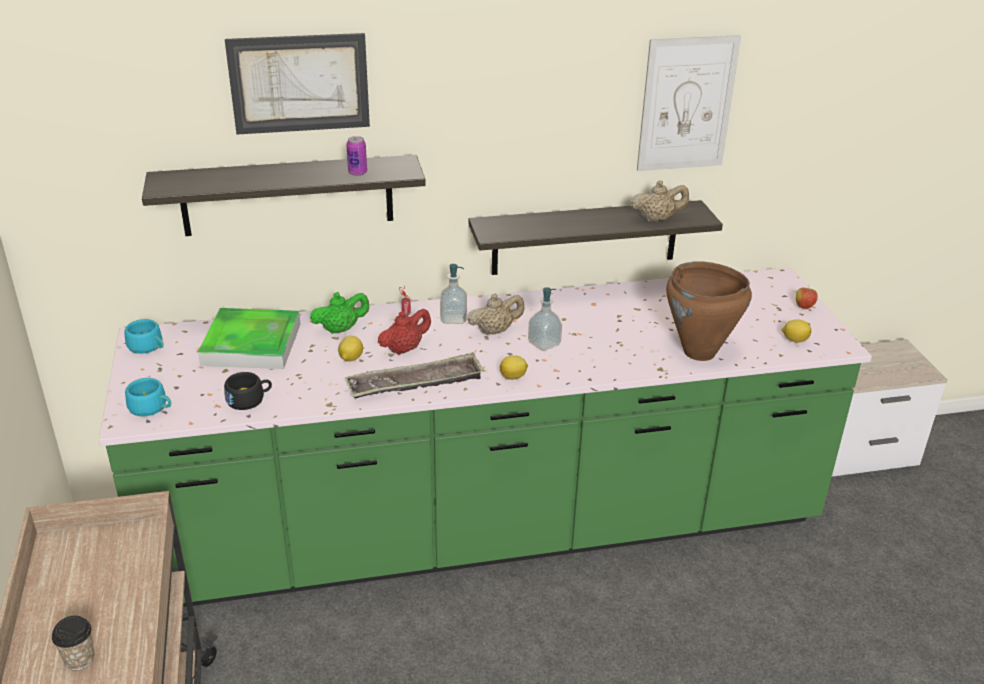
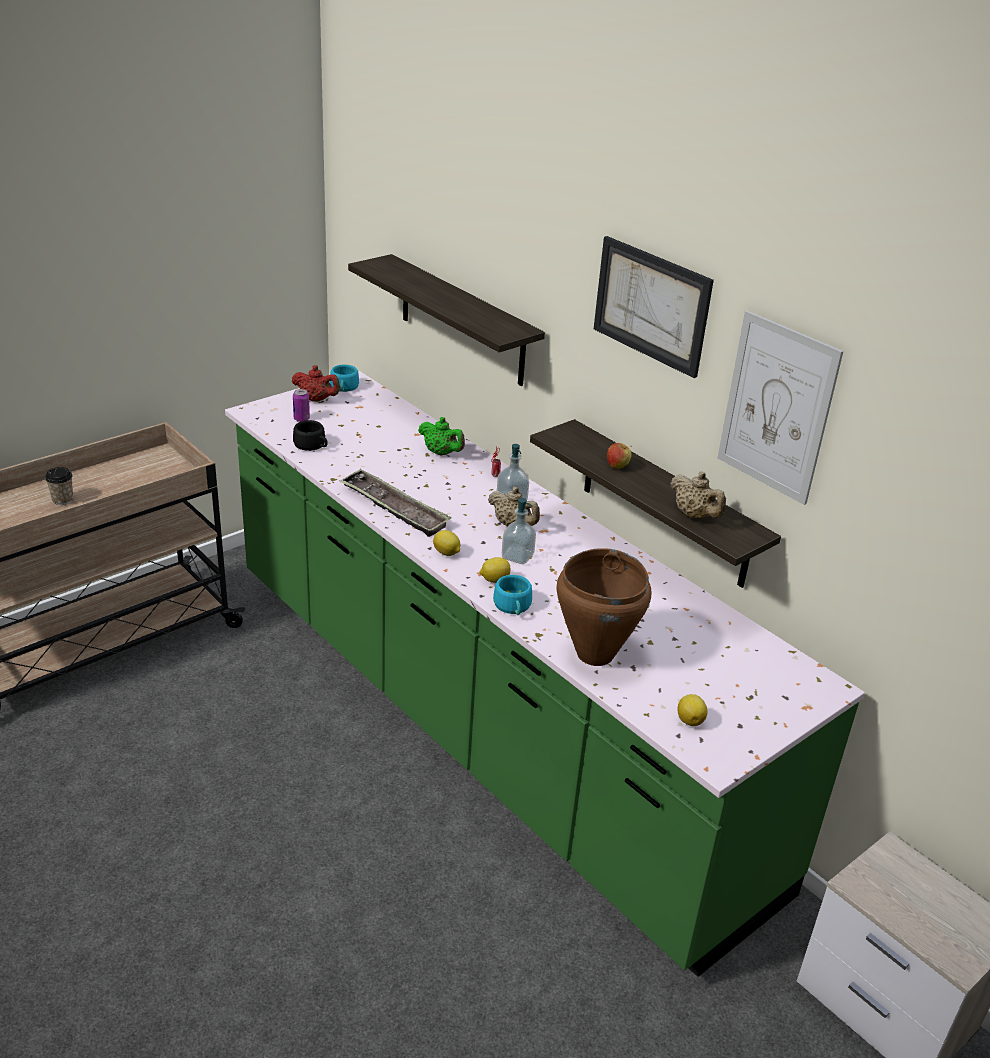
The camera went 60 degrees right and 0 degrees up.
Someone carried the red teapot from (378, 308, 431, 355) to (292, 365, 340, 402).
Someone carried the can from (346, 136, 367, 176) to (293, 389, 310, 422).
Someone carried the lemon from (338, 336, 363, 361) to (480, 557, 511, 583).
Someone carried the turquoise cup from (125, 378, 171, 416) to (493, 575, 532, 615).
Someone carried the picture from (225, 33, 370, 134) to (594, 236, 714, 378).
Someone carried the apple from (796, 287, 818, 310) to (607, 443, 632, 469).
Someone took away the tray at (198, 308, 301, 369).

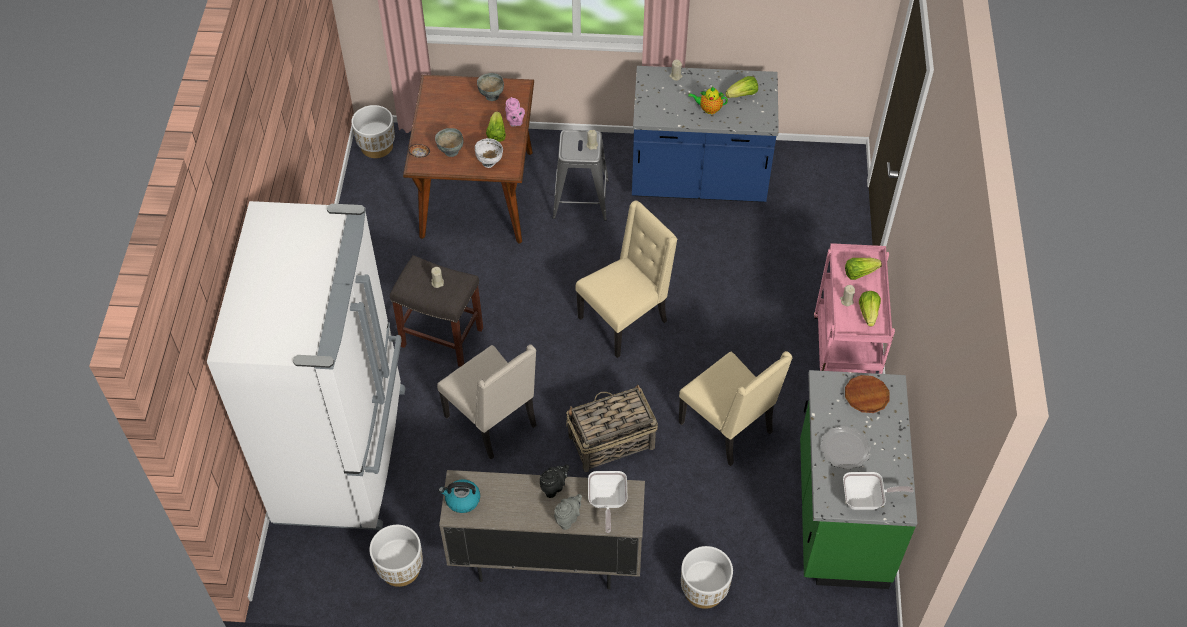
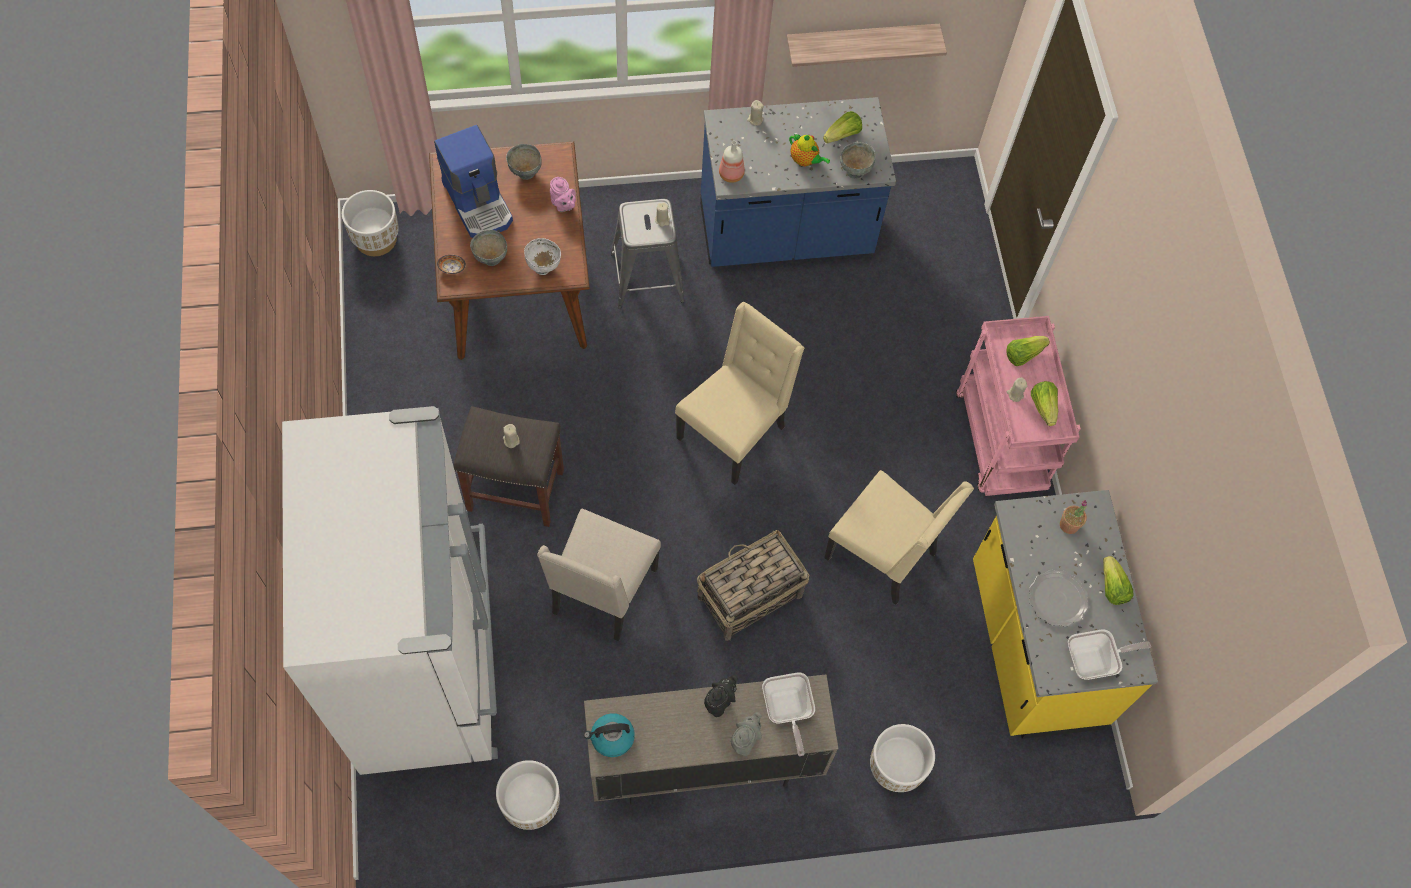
The camera went 15 degrees left and 10 degrees up.
Someone put down the coffee machine at (434, 125, 513, 238).
Someone rotated the beige chair at (437, 344, 537, 459) by 75 degrees clockwise.
Someone put down the bottle at (719, 141, 745, 183).
Someone put up the shelf at (787, 24, 947, 67).
Someone rotated the teapot at (688, 87, 728, 114) by 135 degrees counterclockwise.
Someone put down the grey bowl at (840, 142, 876, 179).
Someone repainted the green counter at (800, 370, 917, 589), which became the yellow counter at (973, 490, 1158, 739).
Someone swapped the brown plate at (845, 375, 890, 413) for the potted plant at (1060, 500, 1087, 534).
Someone carried the lettuce from (486, 112, 506, 142) to (1103, 556, 1134, 605).

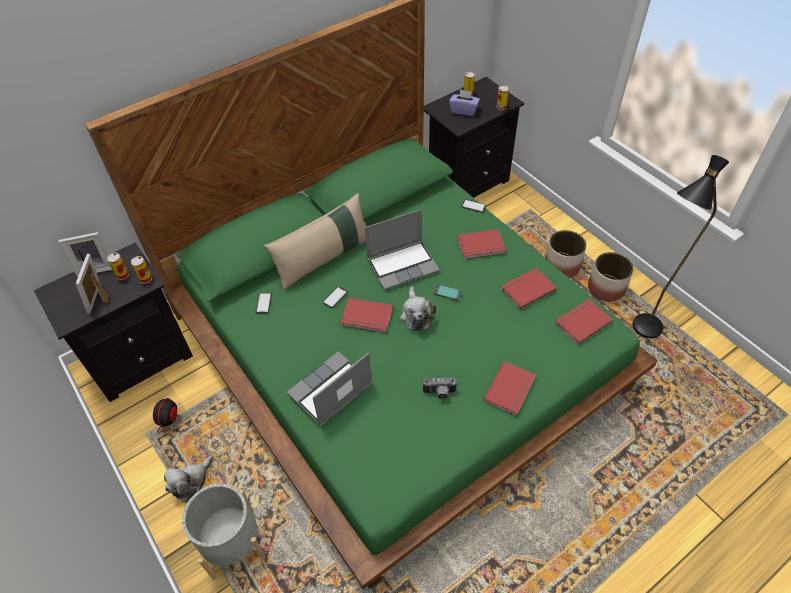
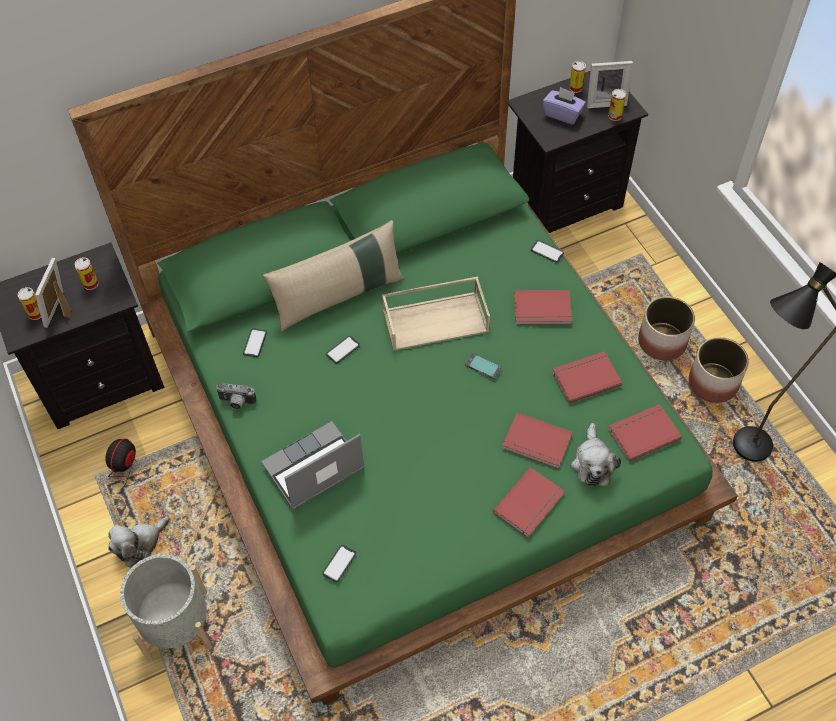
The camera went 10 degrees right and 5 degrees up.
Someone carried the can from (131, 256, 152, 284) to (17, 287, 41, 320).
Someone carried the photo camera from (423, 377, 457, 399) to (216, 382, 257, 410).
Someone put down the phone at (322, 545, 356, 582).
Someone swapped the laptop at (365, 209, 439, 291) for the beige tray at (382, 277, 490, 351).
Someone carried the red book from (340, 298, 393, 333) to (502, 412, 573, 469).
Someone carried the plush toy from (400, 286, 436, 331) to (571, 423, 621, 486).
Someone carried the picture frame from (59, 232, 112, 277) to (587, 61, 633, 108).

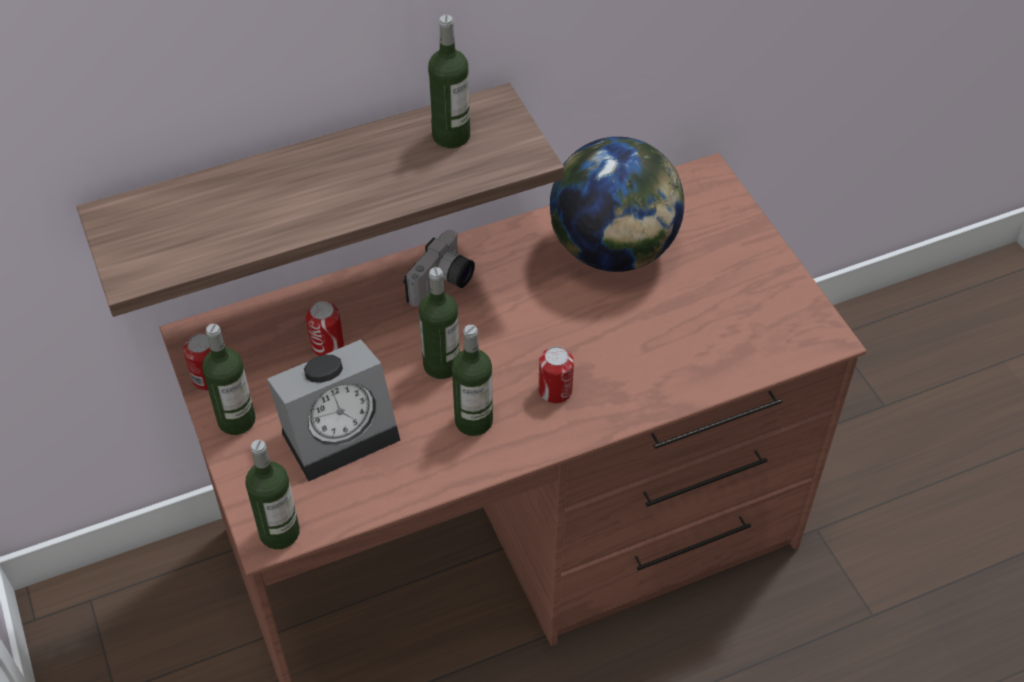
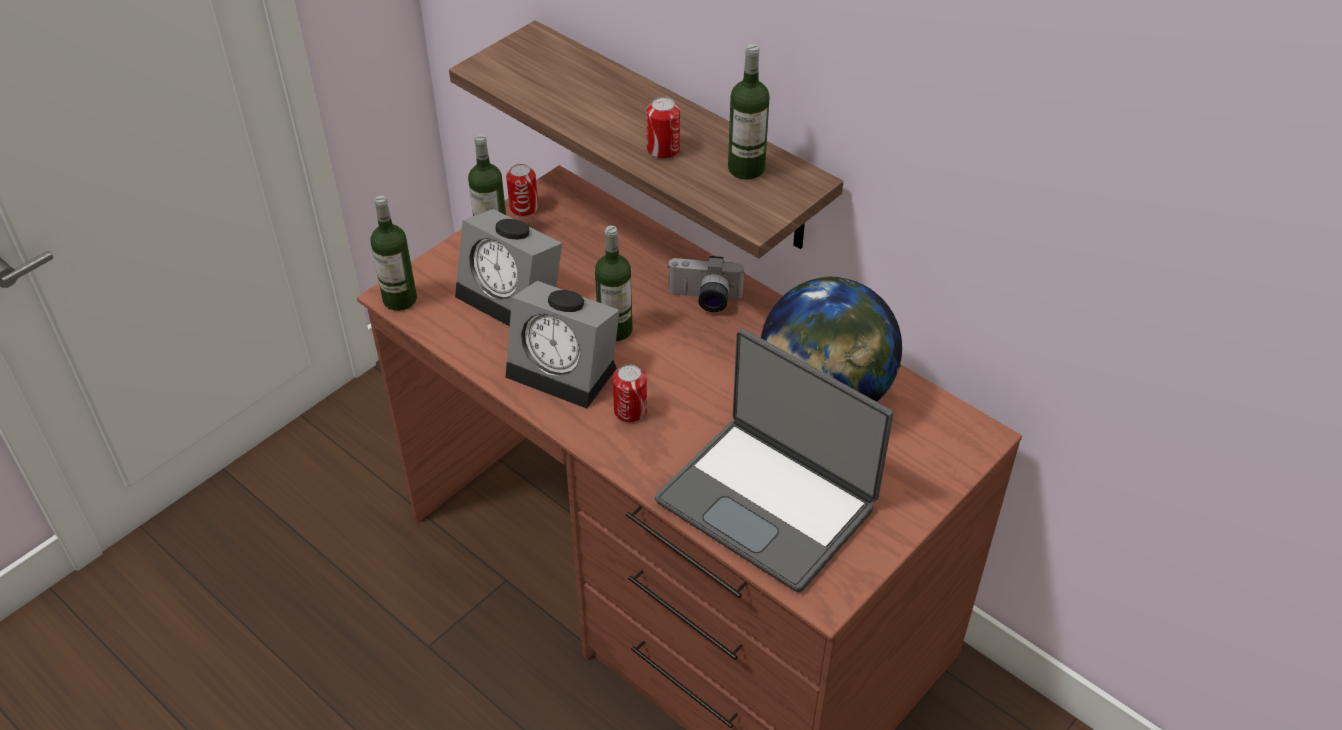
The camera went 65 degrees right and 5 degrees down.
Someone swapped the bottle at (452, 325, 493, 436) for the alarm clock at (506, 281, 620, 409).
Someone carried the can from (306, 301, 344, 356) to (646, 97, 680, 159).
Someone put down the laptop at (655, 329, 893, 592).

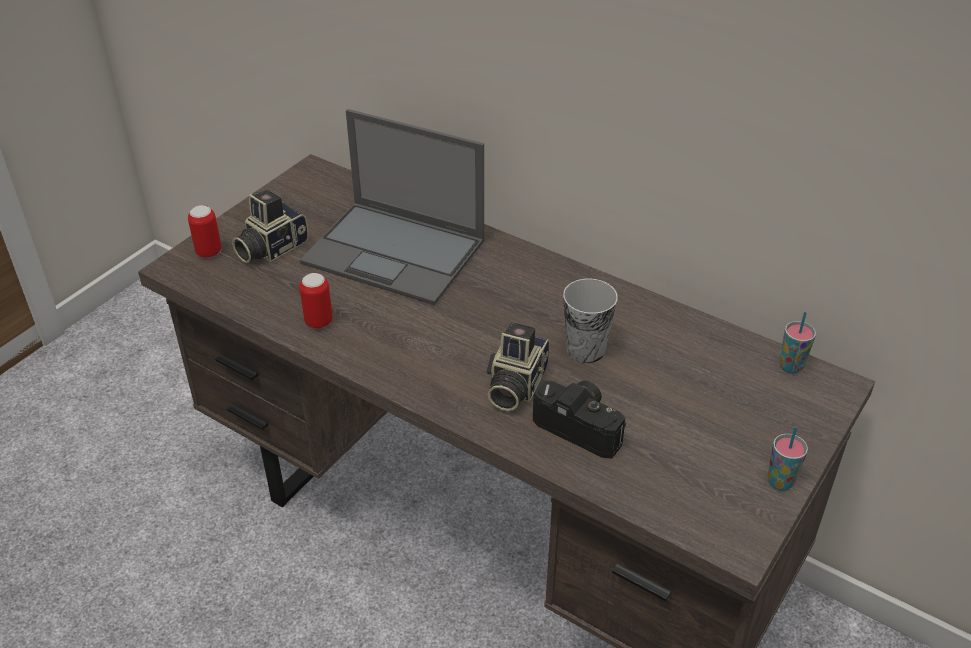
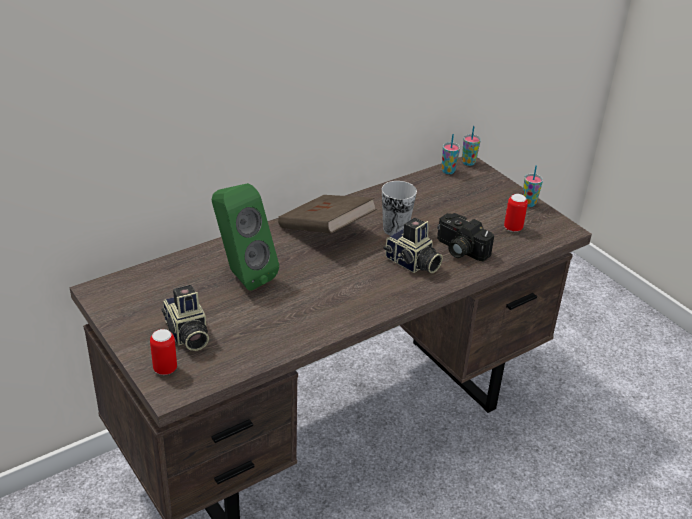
The camera went 70 degrees left and 5 degrees down.
Someone swapped the laptop at (300, 109, 484, 305) for the green speaker at (212, 183, 279, 291).
Someone put down the brown book at (278, 195, 377, 233).
Someone rotated the photo camera at (532, 380, 626, 459) by 105 degrees counterclockwise.
Someone put down the cup at (462, 126, 481, 166).
Someone carried the can from (299, 273, 333, 329) to (504, 194, 528, 232).

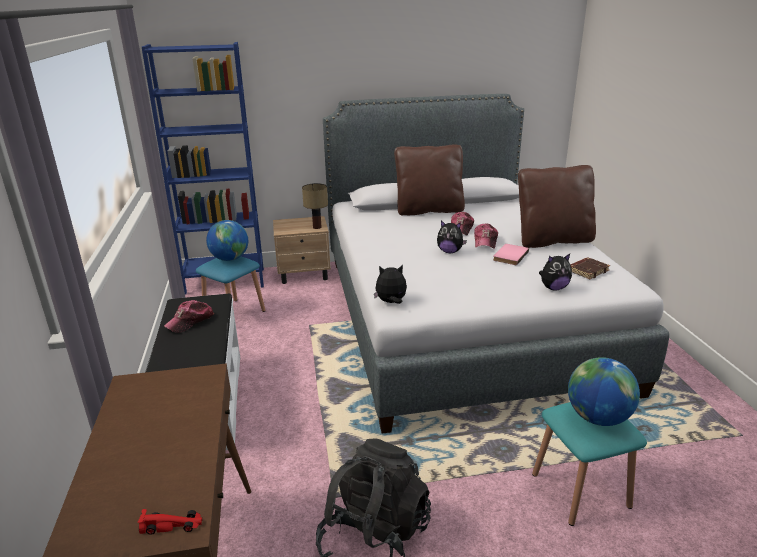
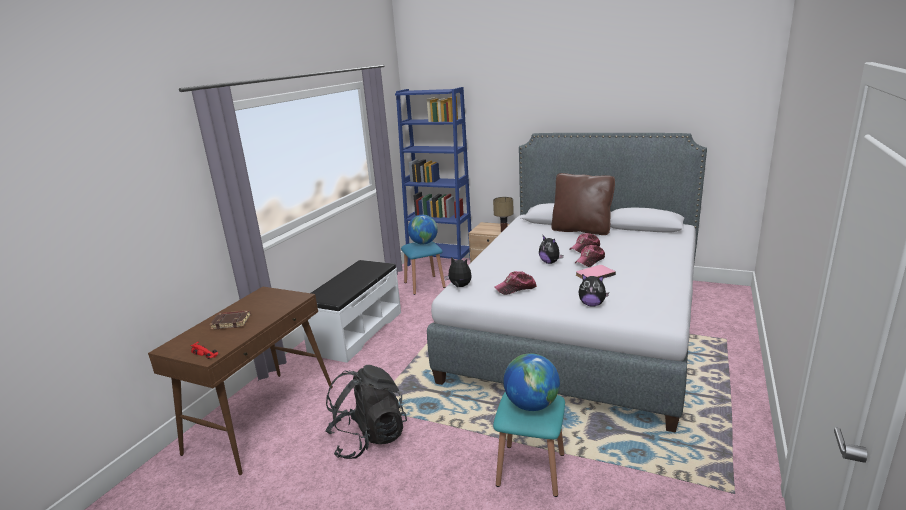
The camera went 35 degrees right and 5 degrees down.
Someone carried the brown book from (570, 257, 610, 279) to (210, 310, 251, 330).
Someone carried the cap from (164, 300, 214, 333) to (494, 271, 537, 295).
Someone took away the brown pillow at (518, 165, 596, 248).

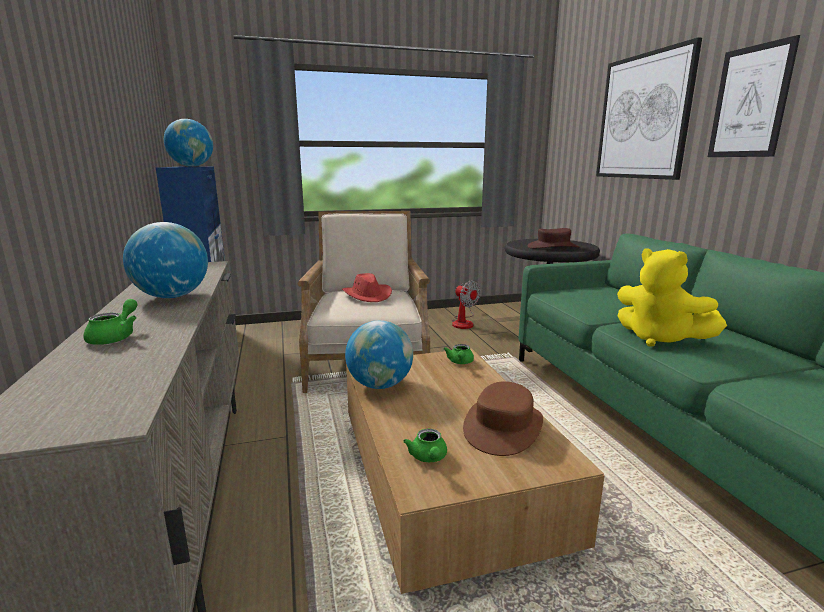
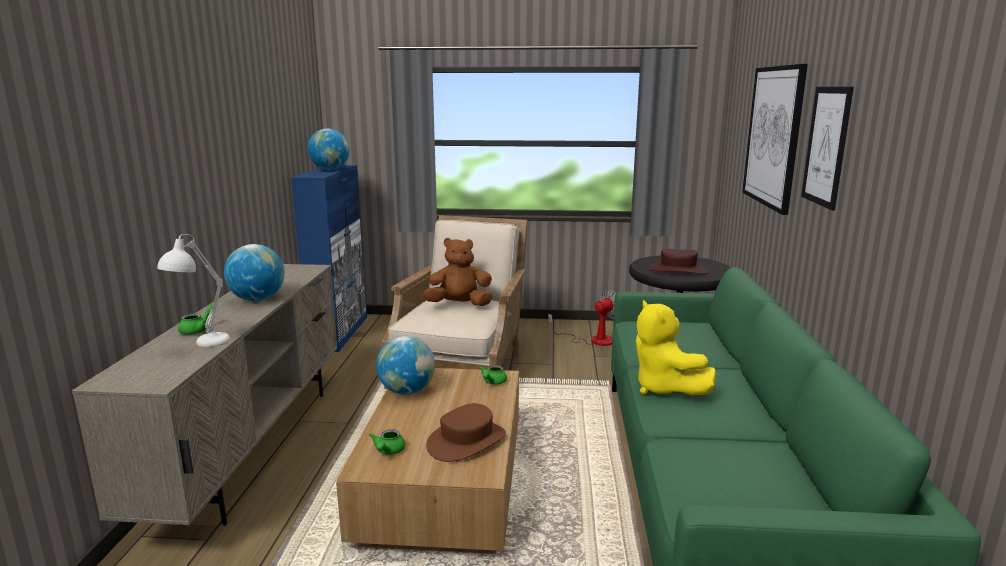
The camera went 20 degrees right and 0 degrees up.
Someone put down the white table lamp at (157, 234, 230, 347).
Someone swapped the red hat at (342, 273, 392, 302) for the brown plush toy at (423, 238, 493, 306).
Someone rotated the fan at (452, 280, 481, 329) by 105 degrees counterclockwise.

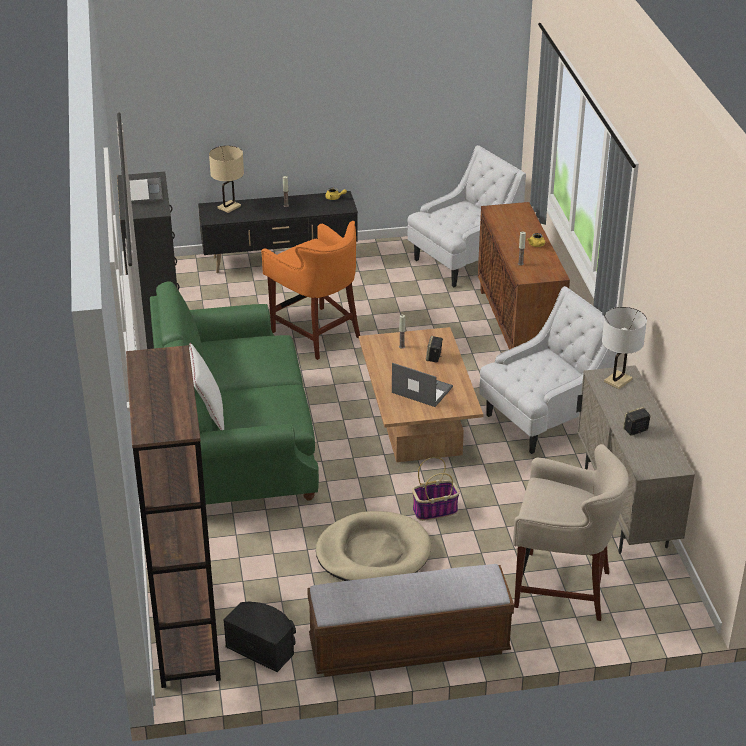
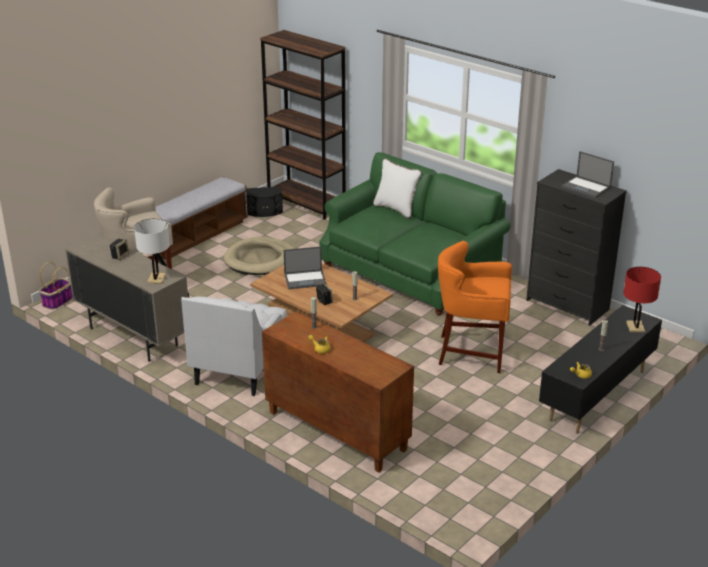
The camera went 140 degrees right and 5 degrees down.
Someone carried the basket from (412, 457, 460, 521) to (39, 262, 73, 310).
Someone repainted the beige table lamp at (209, 146, 244, 213), which became the red table lamp at (623, 267, 661, 333).
Someone took away the white armchair at (407, 145, 526, 287).

